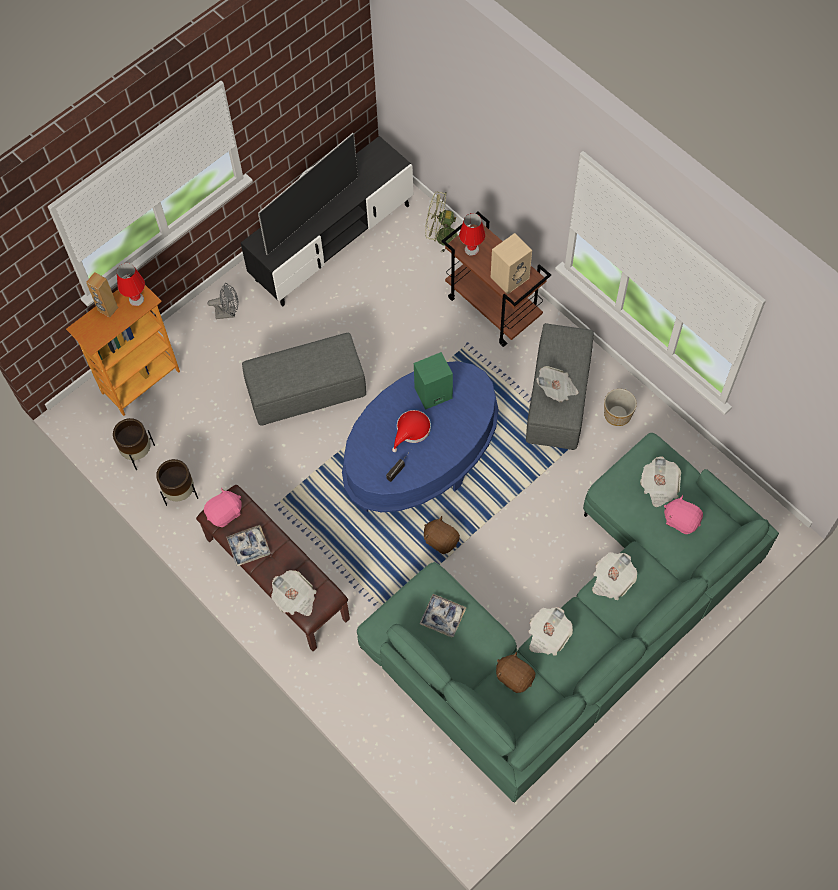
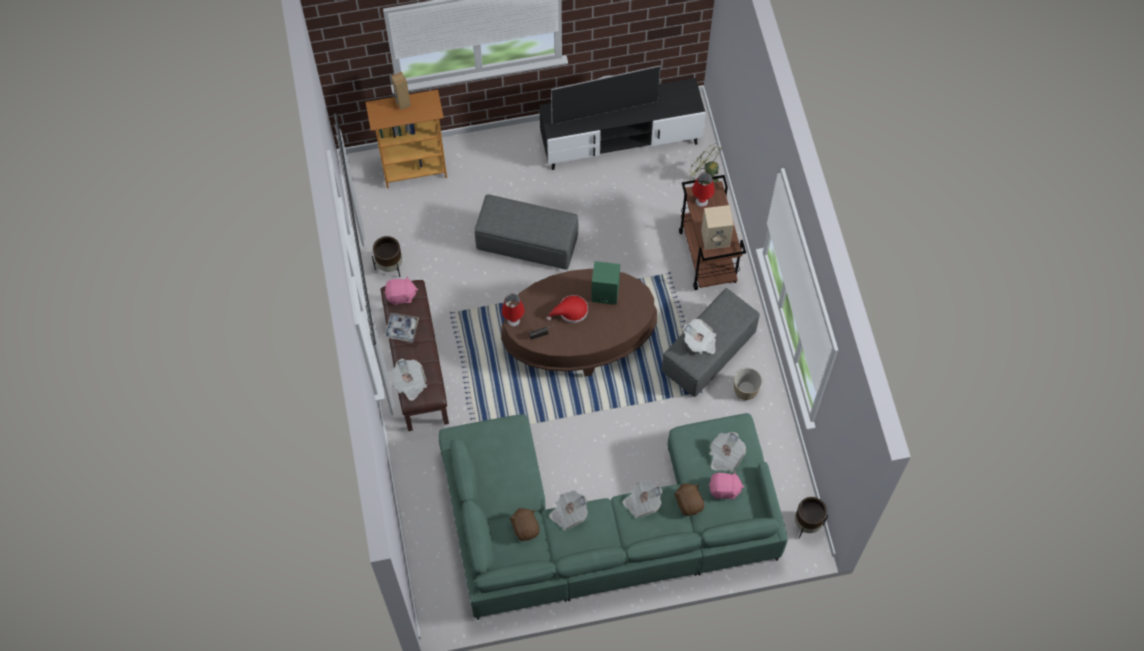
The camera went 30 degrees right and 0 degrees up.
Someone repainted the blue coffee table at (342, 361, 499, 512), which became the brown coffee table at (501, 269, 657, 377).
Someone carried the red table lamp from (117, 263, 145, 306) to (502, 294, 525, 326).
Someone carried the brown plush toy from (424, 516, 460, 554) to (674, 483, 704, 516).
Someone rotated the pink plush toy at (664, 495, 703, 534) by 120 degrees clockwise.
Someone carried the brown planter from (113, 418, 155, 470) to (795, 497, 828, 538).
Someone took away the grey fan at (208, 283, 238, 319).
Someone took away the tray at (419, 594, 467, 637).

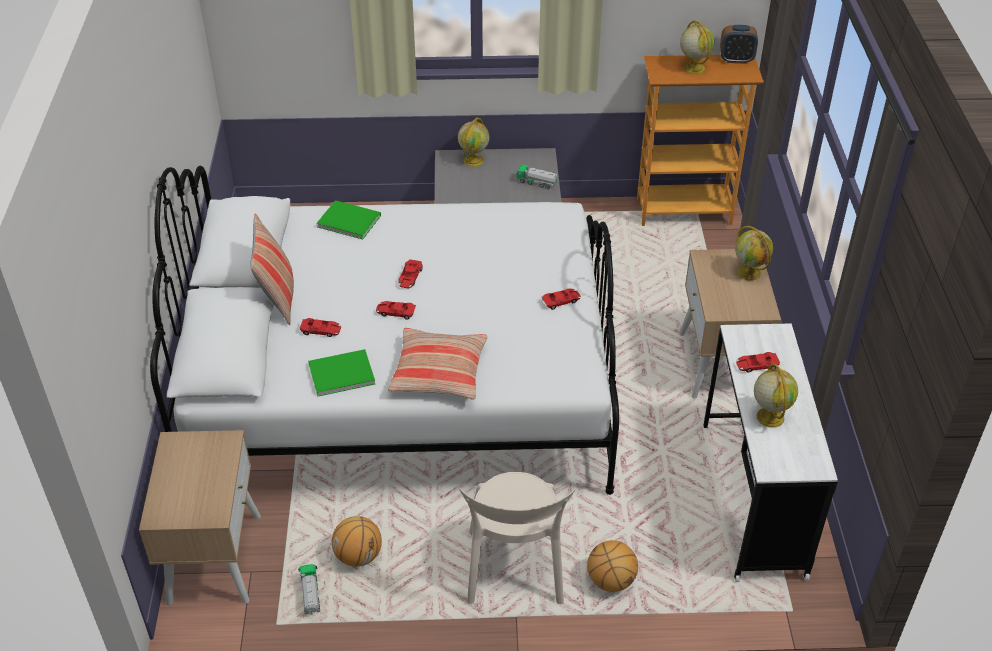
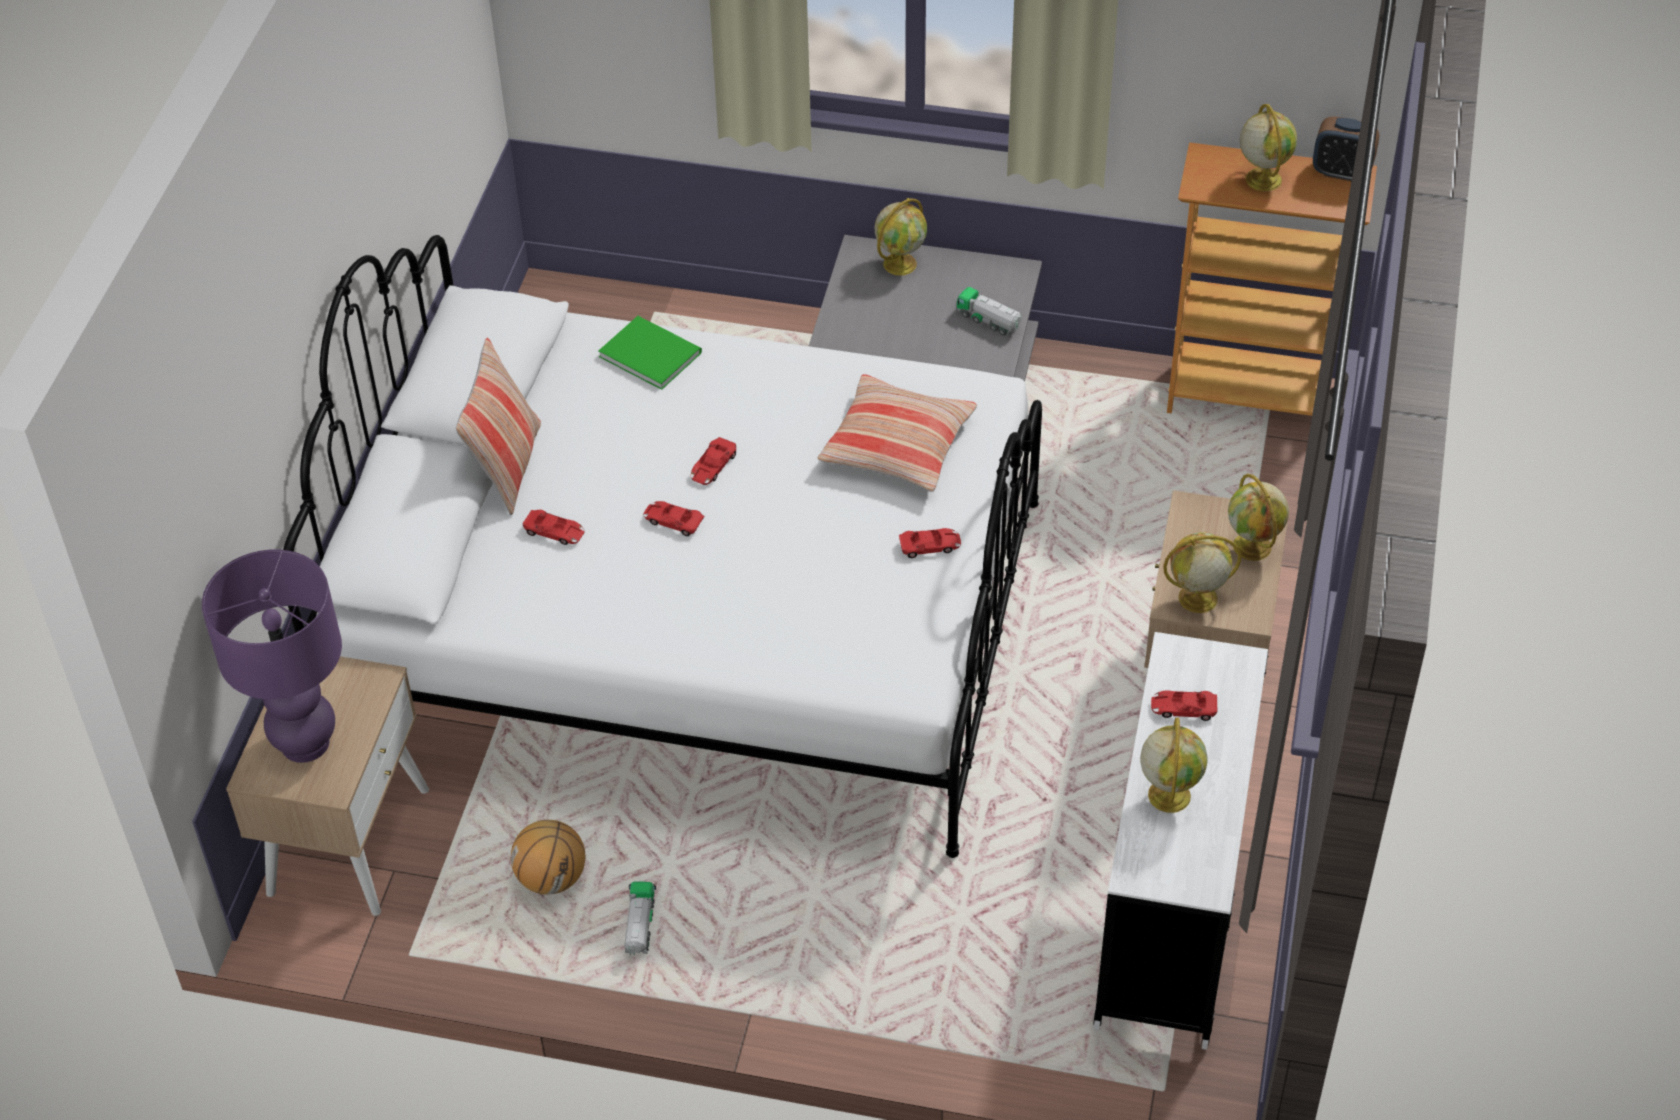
The camera went 15 degrees right and 5 degrees up.
Someone put down the purple table lamp at (202, 549, 342, 763).
Someone carried the toy truck from (298, 564, 320, 615) to (624, 881, 656, 955).
Someone carried the pillow from (388, 328, 487, 400) to (817, 374, 977, 492).
Someone put down the globe at (1163, 532, 1241, 613).
Someone took away the green book at (308, 349, 375, 397).
Someone took away the beige chair at (459, 472, 575, 604).
Someone took away the basketball at (587, 540, 638, 592).

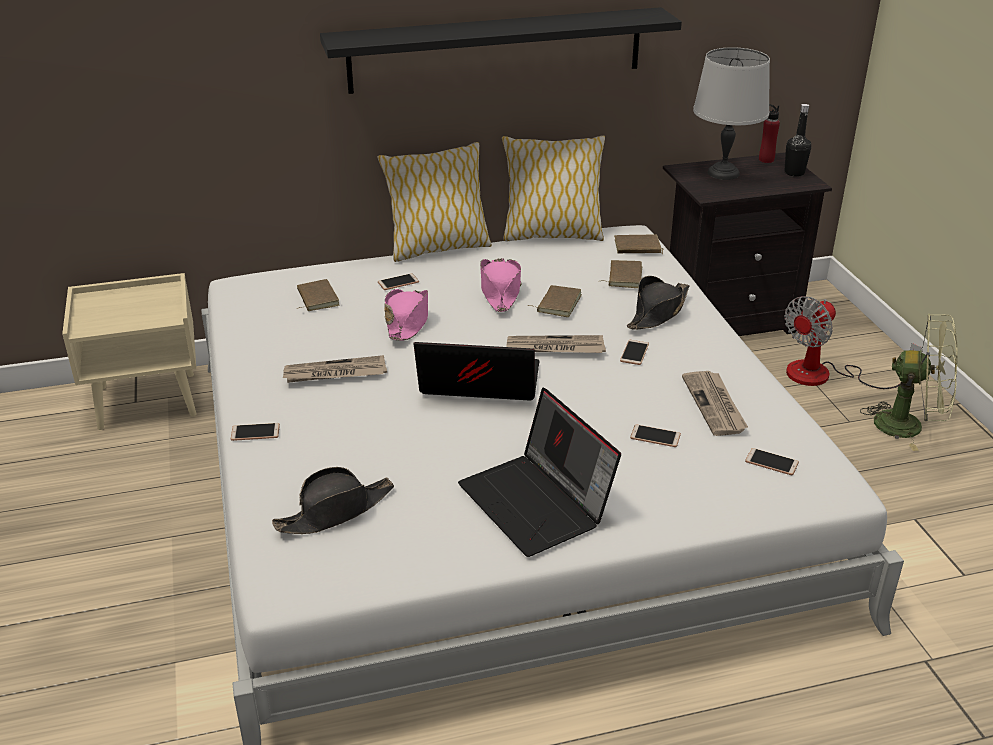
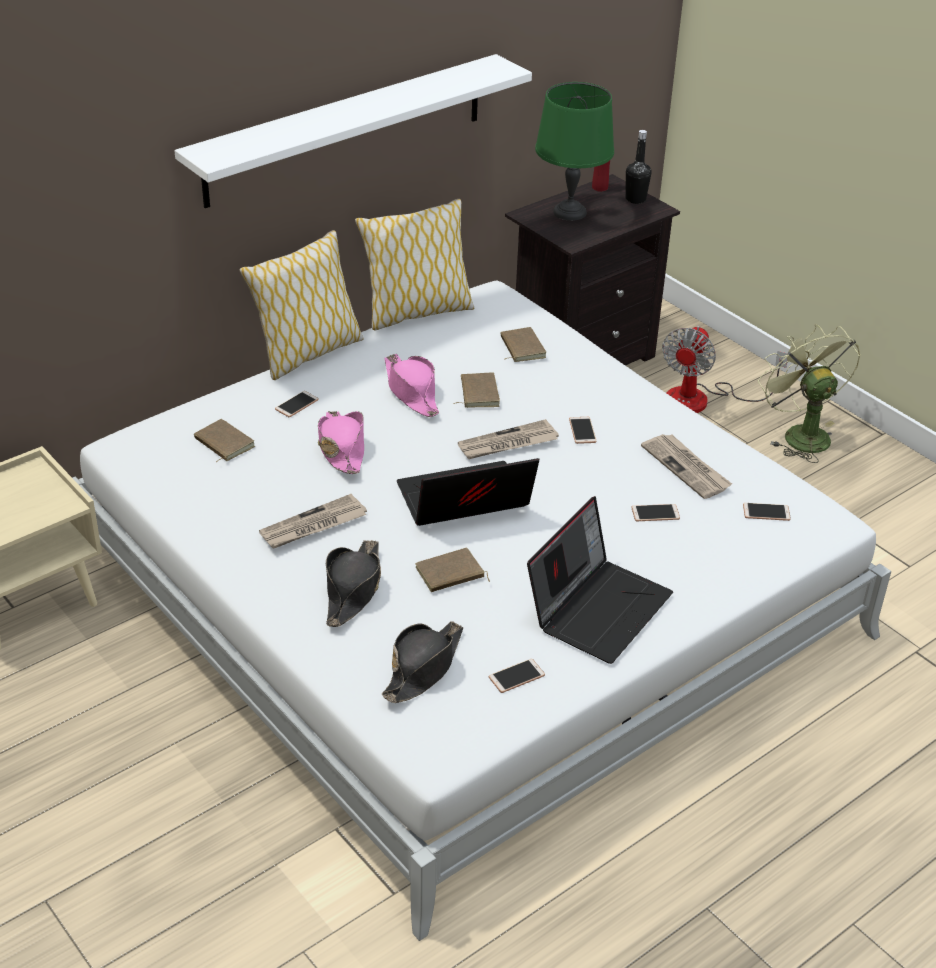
The camera went 25 degrees left and 5 degrees up.
Someone repainted the black shelf at (320, 7, 682, 94), which became the white shelf at (175, 54, 532, 208).
Someone carried the black hat from (627, 276, 690, 329) to (326, 540, 381, 627).
Someone carried the brown book from (614, 234, 664, 254) to (415, 548, 490, 592).
Someone carried the phone from (231, 423, 280, 441) to (489, 659, 545, 693).
Someone rotated the laptop at (458, 388, 621, 557) by 90 degrees counterclockwise.
Someone repainted the grey table lamp at (693, 47, 770, 180), which became the green table lamp at (535, 82, 614, 221).
Someone rotated the green fan at (860, 314, 958, 451) by 105 degrees counterclockwise.

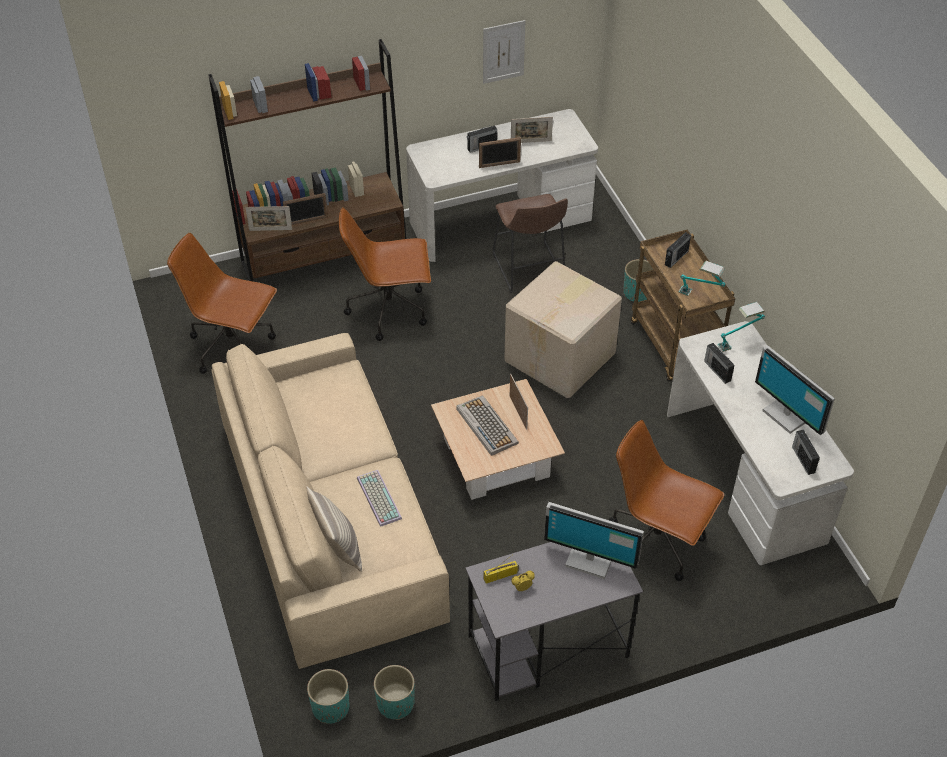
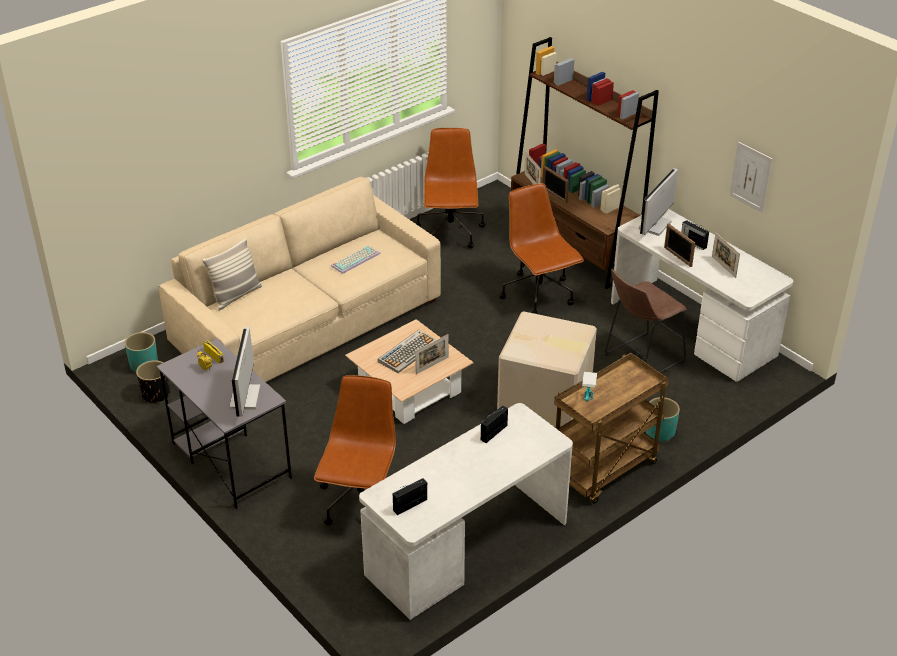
The camera went 70 degrees right and 10 degrees down.
Someone repainted the turquoise planter at (374, 665, 415, 720), which became the black planter at (136, 360, 170, 403).
Someone carried the keyboard from (357, 470, 402, 527) to (331, 245, 381, 274).
Someone carried the monitor from (755, 345, 835, 435) to (639, 168, 678, 236).
Someone took away the radio at (665, 231, 691, 268).
Someone took away the table lamp at (717, 302, 765, 352).

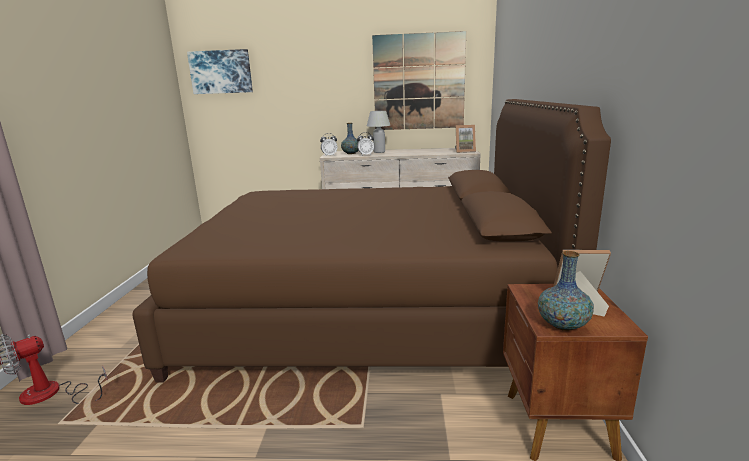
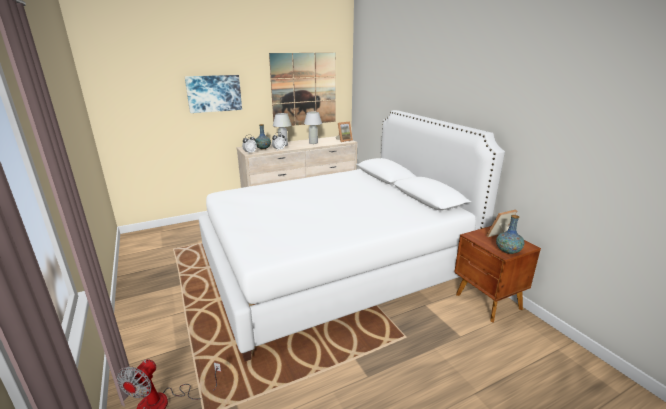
The camera went 30 degrees left and 5 degrees up.
Someone carried the picture from (187, 49, 253, 94) to (185, 75, 242, 113).
Someone repainted the brown bed at (132, 99, 611, 382), which became the white bed at (199, 110, 505, 361).
Someone put down the white table lamp at (304, 112, 322, 144).

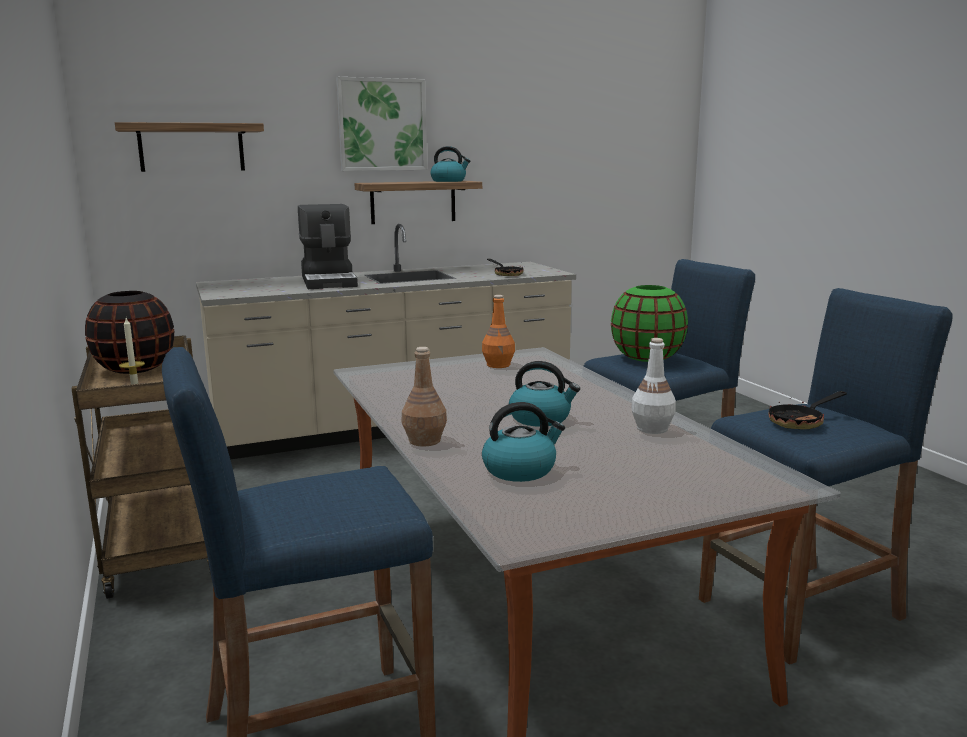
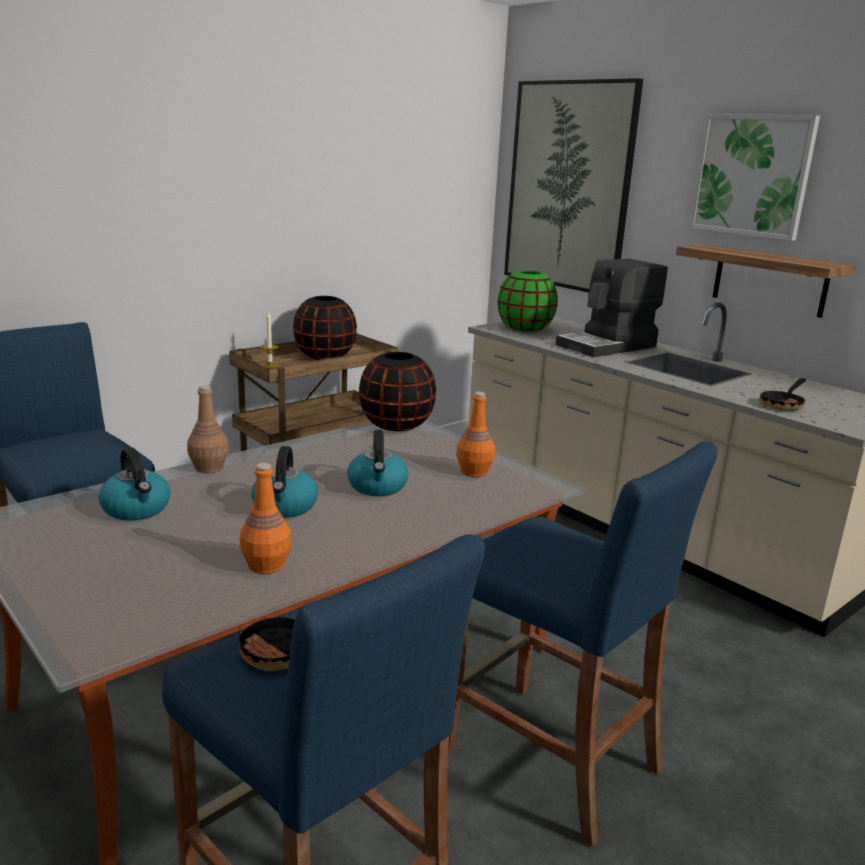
The camera went 70 degrees right and 5 degrees up.
Someone repainted the white bottle at (631, 338, 676, 434), which became the orange bottle at (240, 463, 292, 574).
Someone carried the kettle from (430, 146, 470, 182) to (347, 430, 409, 496).
Someone put down the black vase at (359, 352, 436, 431).
Someone carried the green vase from (611, 285, 688, 362) to (497, 270, 558, 332).
Someone swapped the shelf at (115, 122, 264, 172) for the picture at (504, 78, 643, 293).

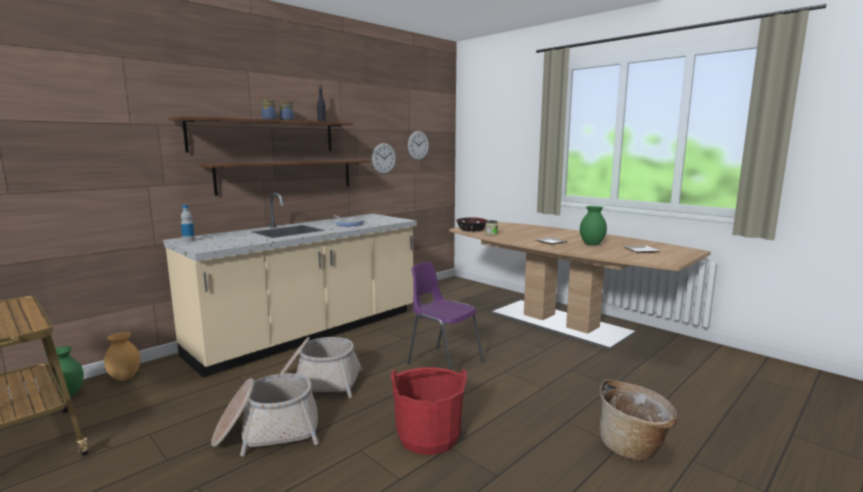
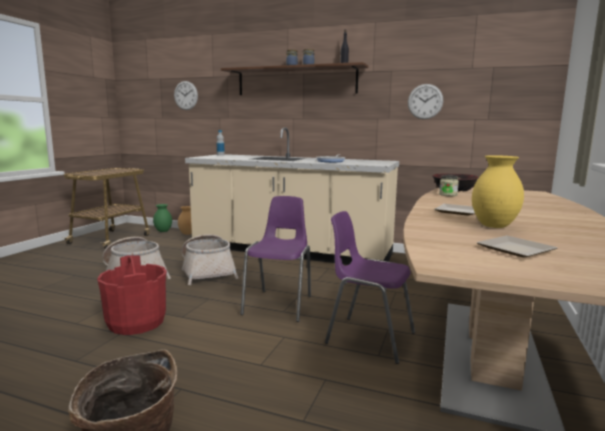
The camera went 65 degrees right and 0 degrees up.
Someone carried the wall clock from (408, 131, 429, 160) to (174, 81, 198, 110).
Someone put down the purple chair at (325, 211, 415, 364).
Someone repainted the green vase at (580, 206, 607, 245), which became the yellow vase at (472, 155, 524, 228).
Someone took away the brown shelf at (199, 160, 370, 196).

